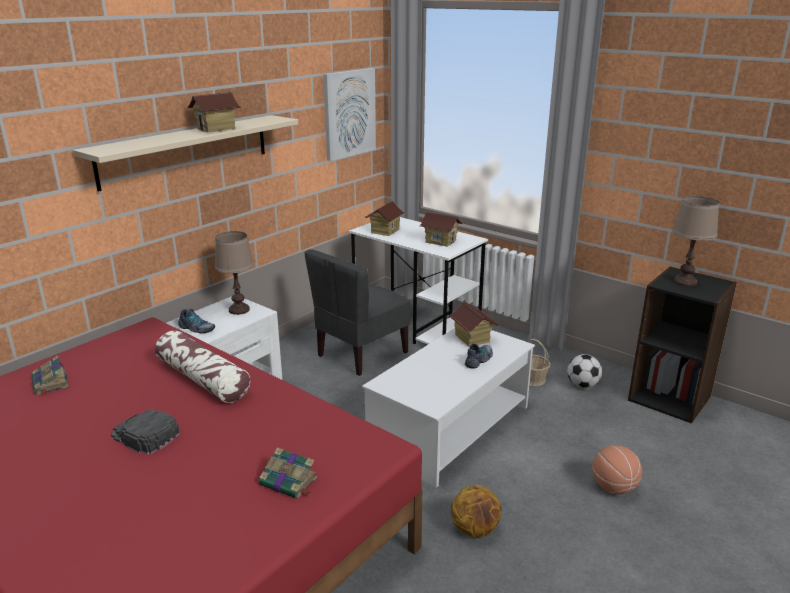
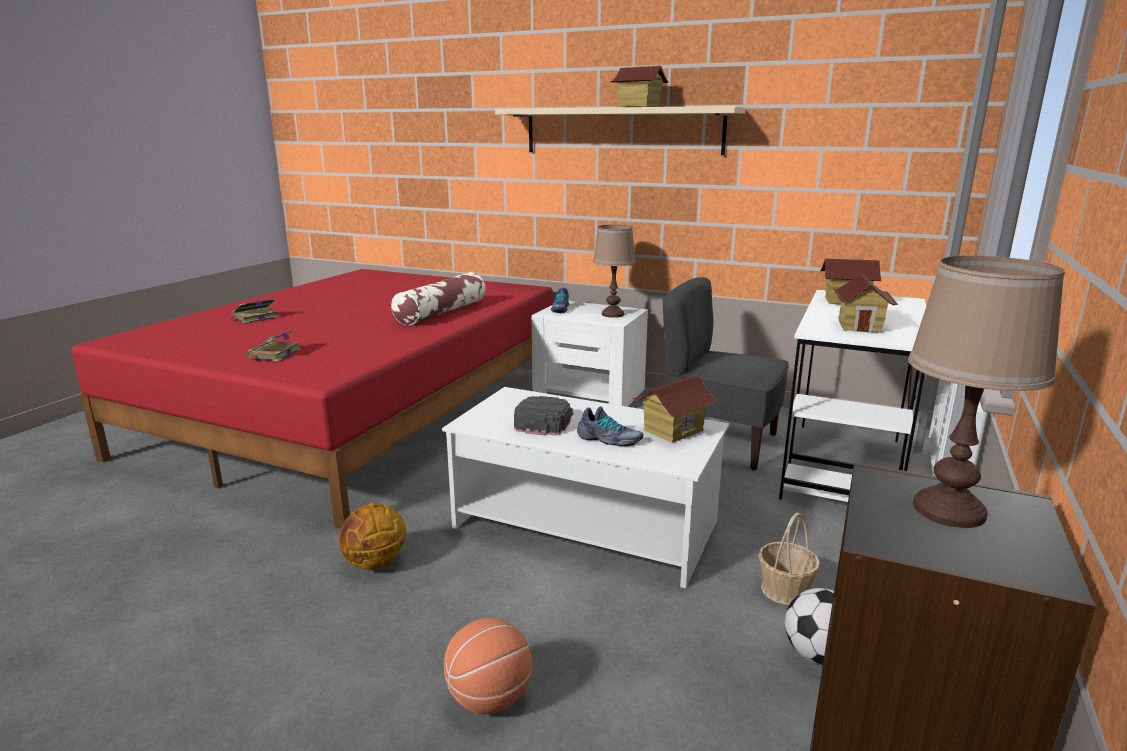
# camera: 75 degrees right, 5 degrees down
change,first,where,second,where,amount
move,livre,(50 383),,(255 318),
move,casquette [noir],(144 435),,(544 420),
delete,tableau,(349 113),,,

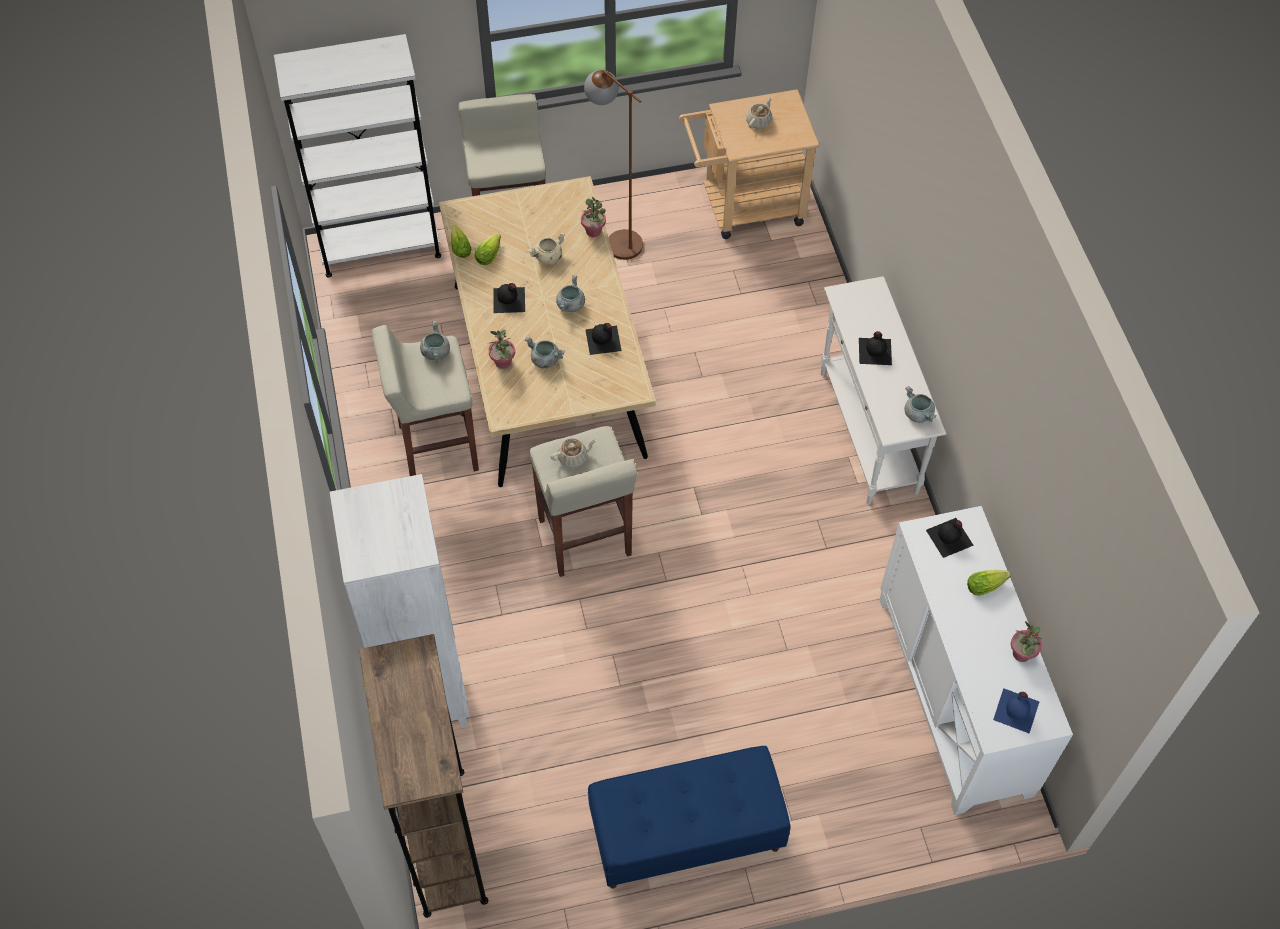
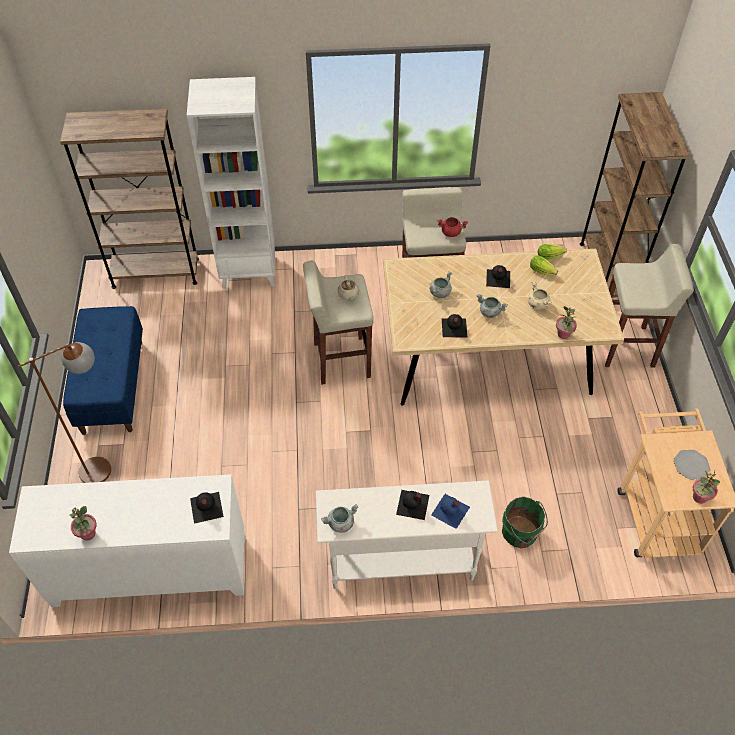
# camera: 100 degrees right, 5 degrees down
change,first,where,second,where,amount
move,lampadaire [marron],(615 238),,(106 466),
move,bouteille [bleu],(1017 710),,(450 511),
recolor,marmite [gris],(435 352),marmite [rouge],(451 232),
insert,,,seau [vert],(520 533),
recolor,bibliothèque [blanc],(380 248),bibliothèque [marron],(606 272),
replace,théière [beige],(759 121),assiette,(691 465),
move,plante en pot,(503 362),,(699 497),
delete,laitue,(987 585),,,

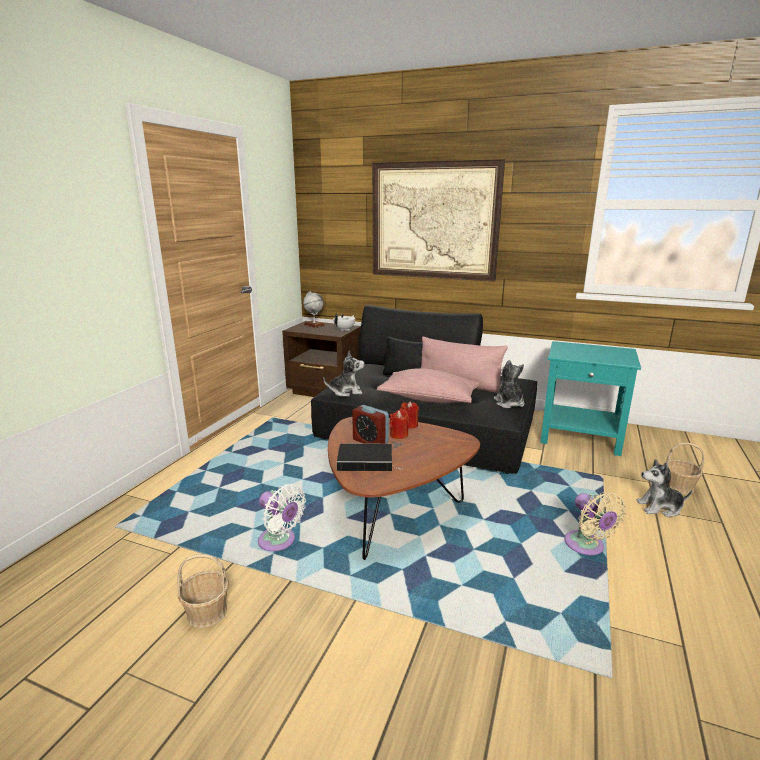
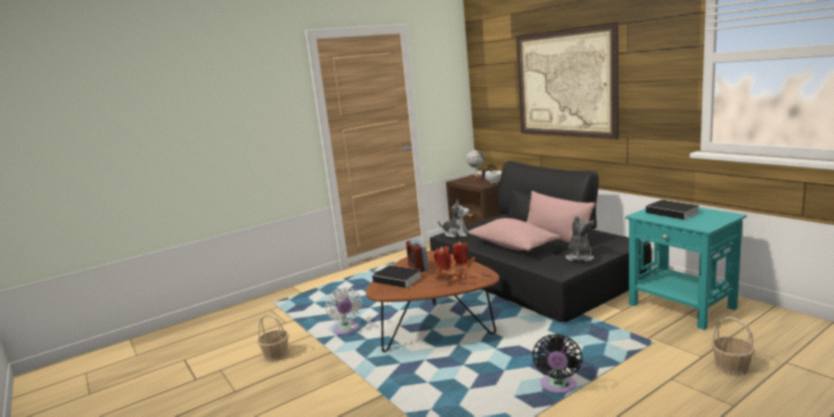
# camera: 35 degrees right, 5 degrees down
change,first,where,second,where,amount
insert,,,plante en pot,(450 279),
recolor,ventilateur [beige],(586 546),ventilateur [noir],(558 387),
insert,,,livre,(674 213),
delete,peluche,(660 508),,,

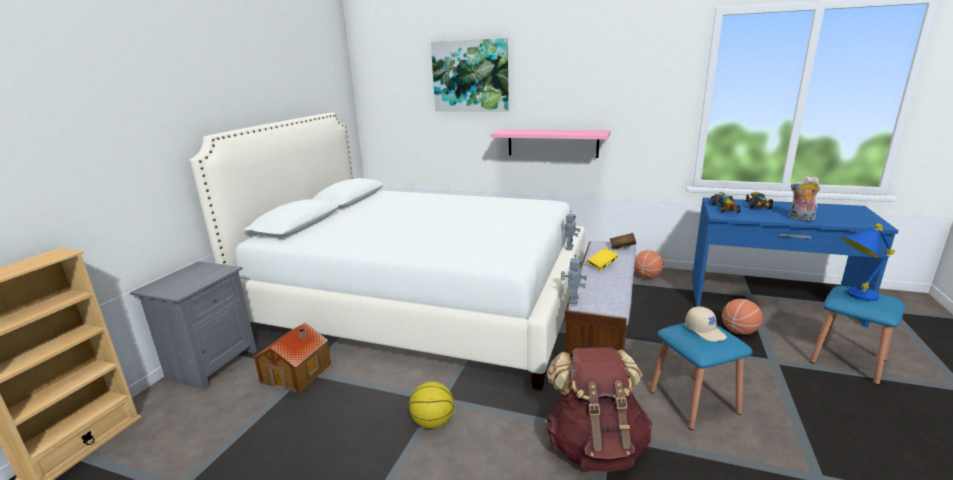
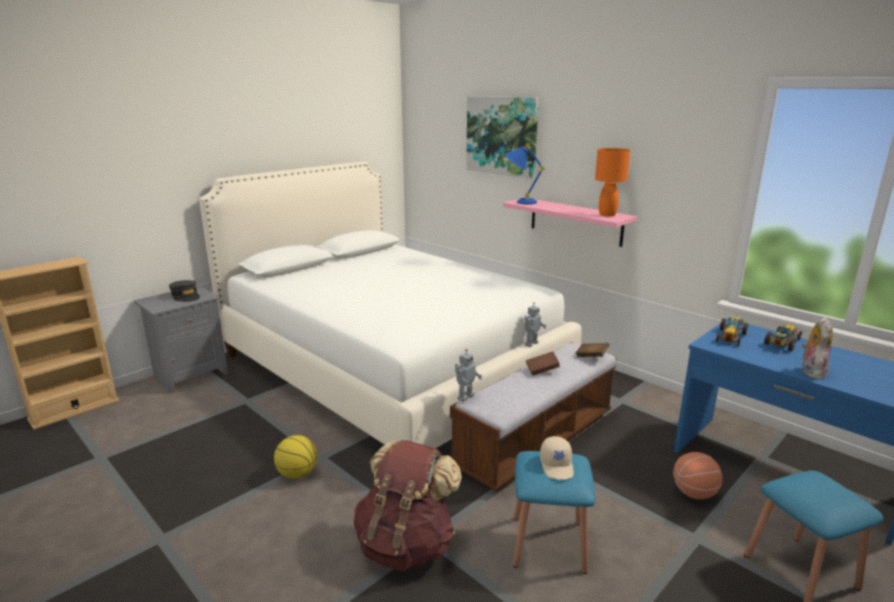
# camera: 25 degrees right, 0 degrees up
change,first,where,second,where,amount
insert,,,casquette [gris],(186 296),
move,lampe de table [bleu],(853 295),,(519 202),
recolor,livre [jaune],(602 265),livre [marron],(542 370),
insert,,,lampe de table [orange],(607 215),
rotate,peluche,(800 218),,(811 371),60 degrees clockwise
delete,maison miniature,(298 373),,,
delete,ballon de basket,(647 276),,,

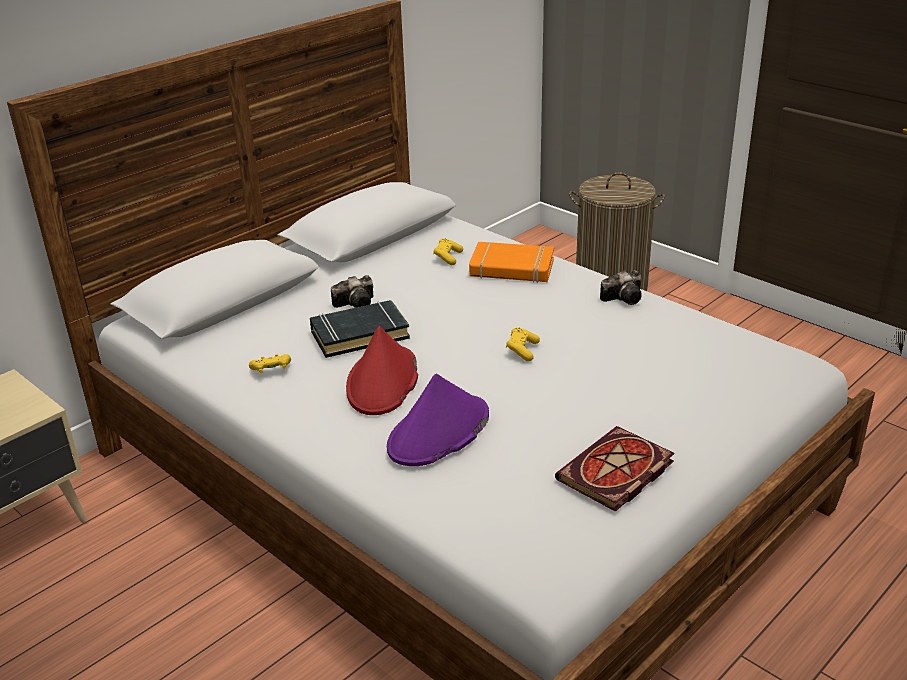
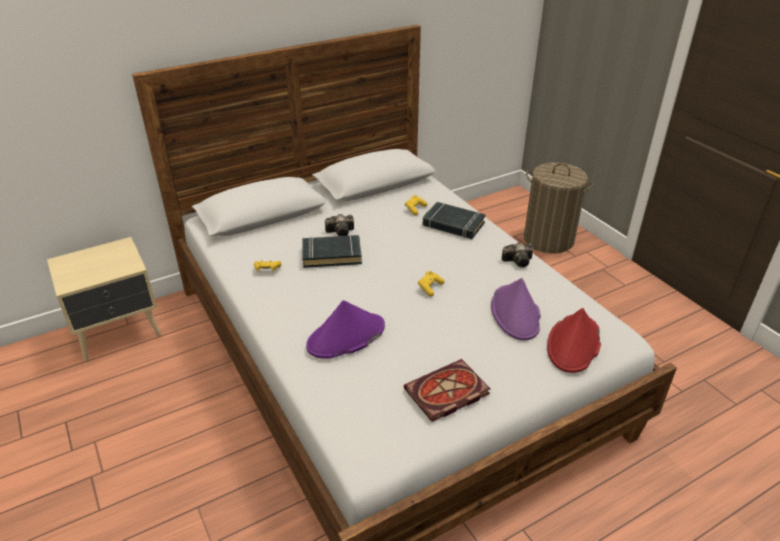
# camera: 15 degrees right, 5 degrees up
change,first,where,second,where,amount
recolor,livre [orange],(511 269),livre [noir],(453 224),
insert,,,chapeau [violet],(515 313),
move,chapeau [rouge],(383 382),,(573 344),

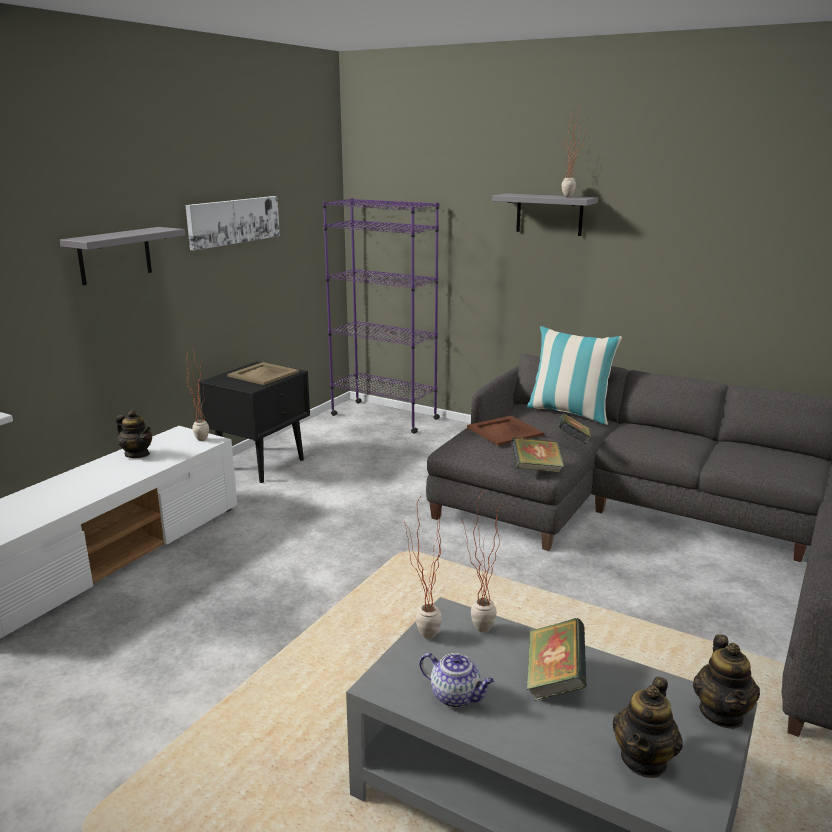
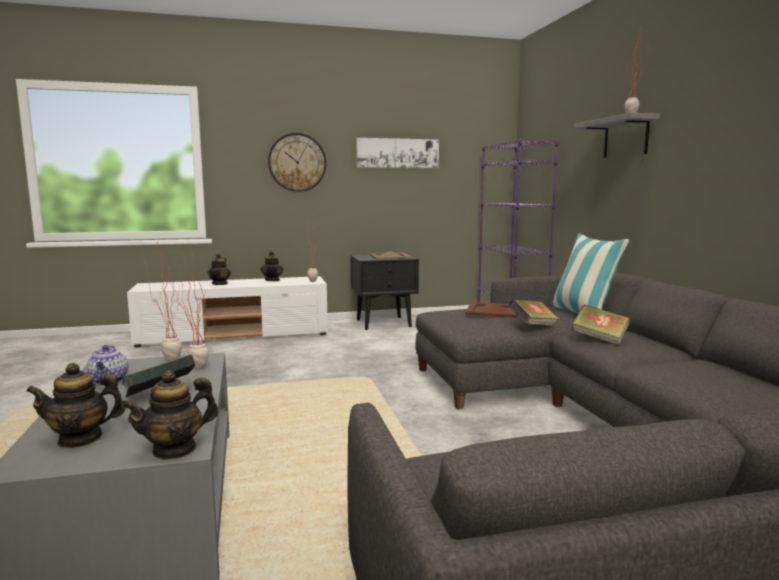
# camera: 45 degrees right, 10 degrees down
change,first,where,second,where,amount
insert,,,théière,(220 284),
replace,étagère [gris],(115 255),horloge murale,(297 162),
move,livre,(536 469),,(599 339),

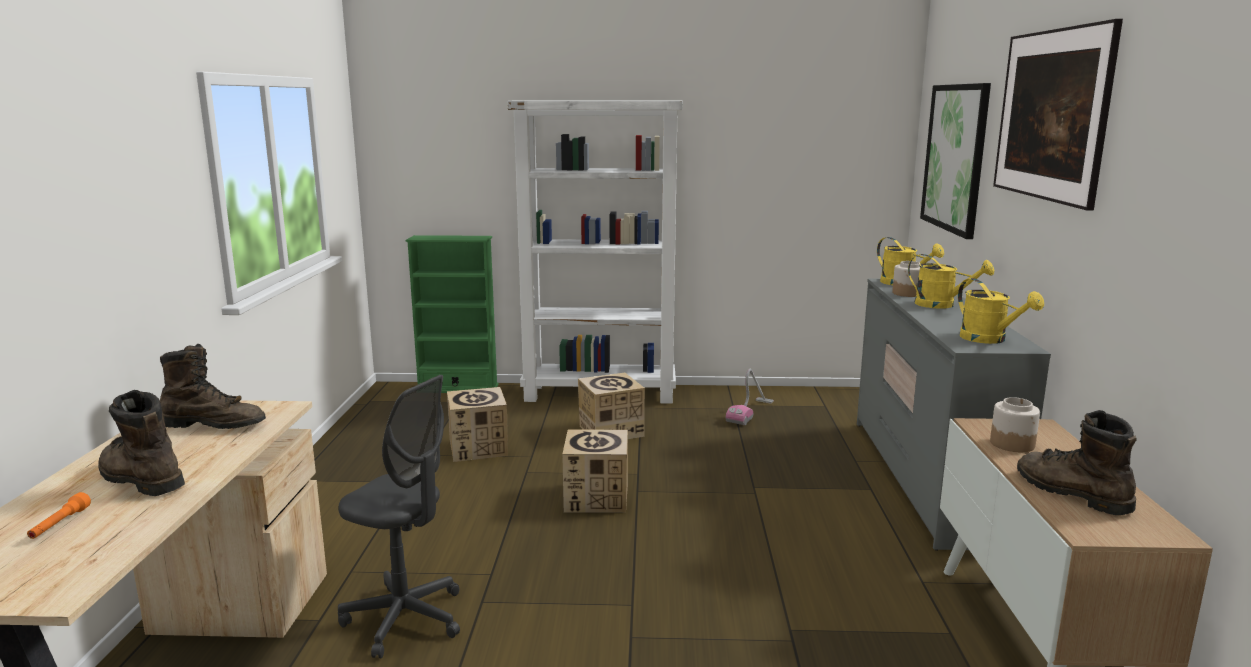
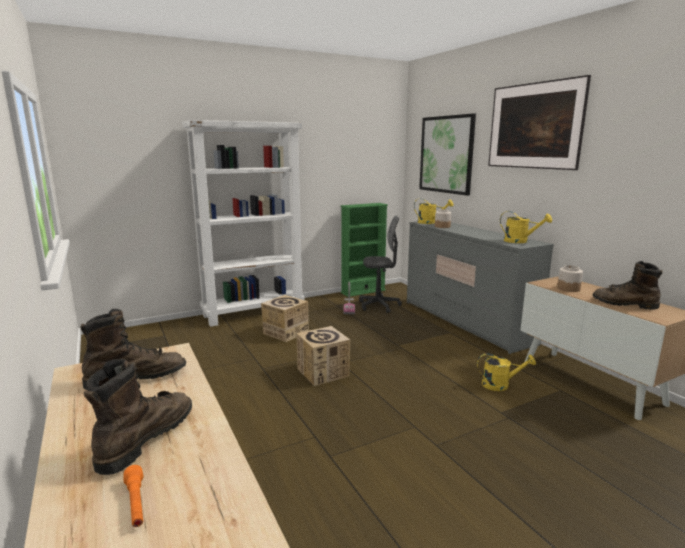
# camera: 30 degrees left, 0 degrees up
change,first,where,second,where,amount
rotate,botte [marron],(139 479),,(146 438),105 degrees clockwise
move,bibliothèque [vert],(458 388),,(363 291),
move,chaise de bureau [gris],(405 619),,(379 306),
move,arrosoir [jaune],(942 305),,(500 385),
delete,carton,(478 448),,,

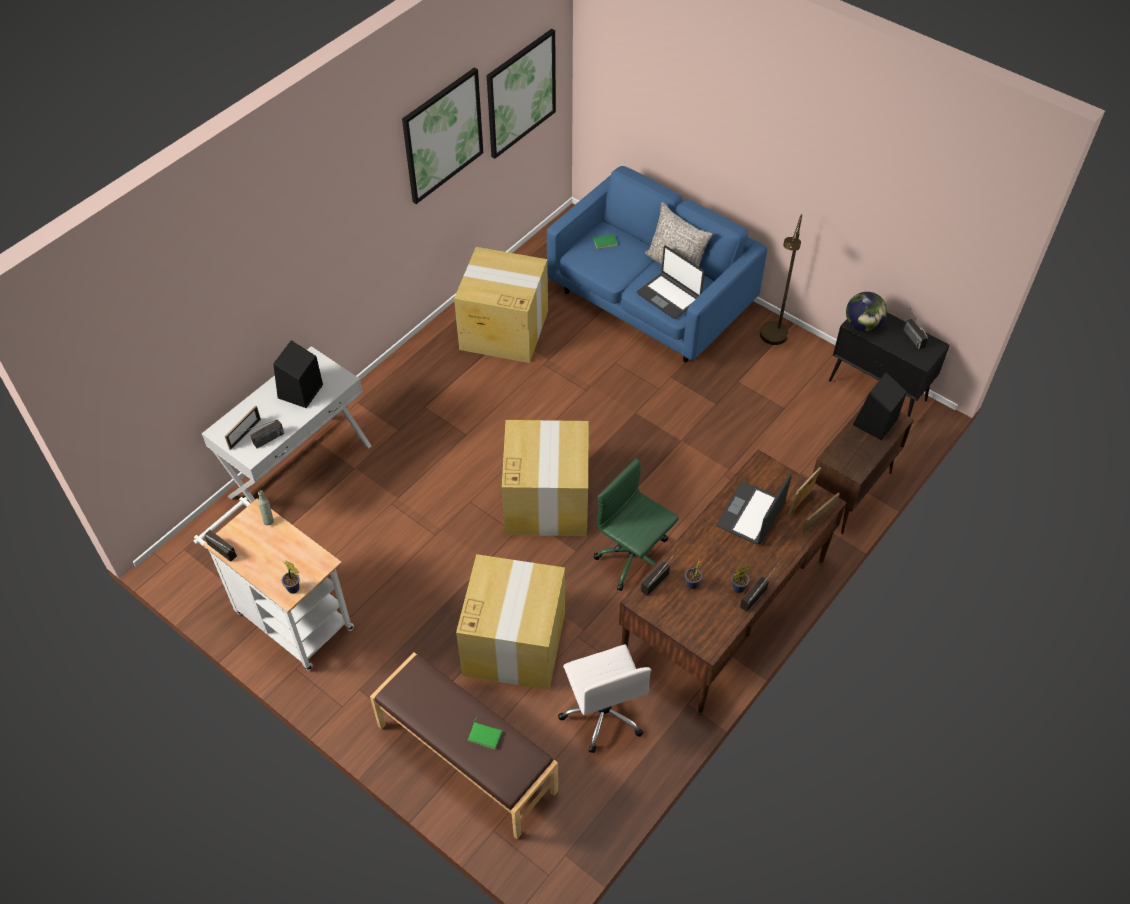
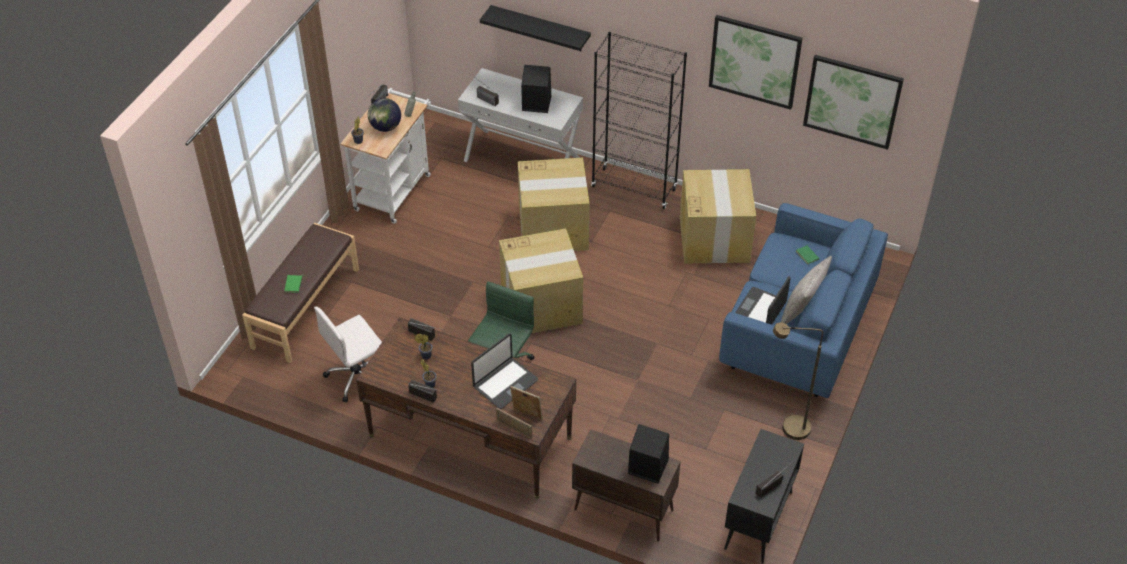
# camera: 75 degrees right, 5 degrees down
change,first,where,second,where,amount
move,globe,(862 325),,(385 127),
rotate,ordinateur portable,(751 514),,(505 383),120 degrees clockwise
insert,,,étagère [noir],(540 29),
move,carton,(514 642),,(554 228),
insert,,,bibliothèque [noir],(634 188),
delete,cadre photo,(245 434),,,

